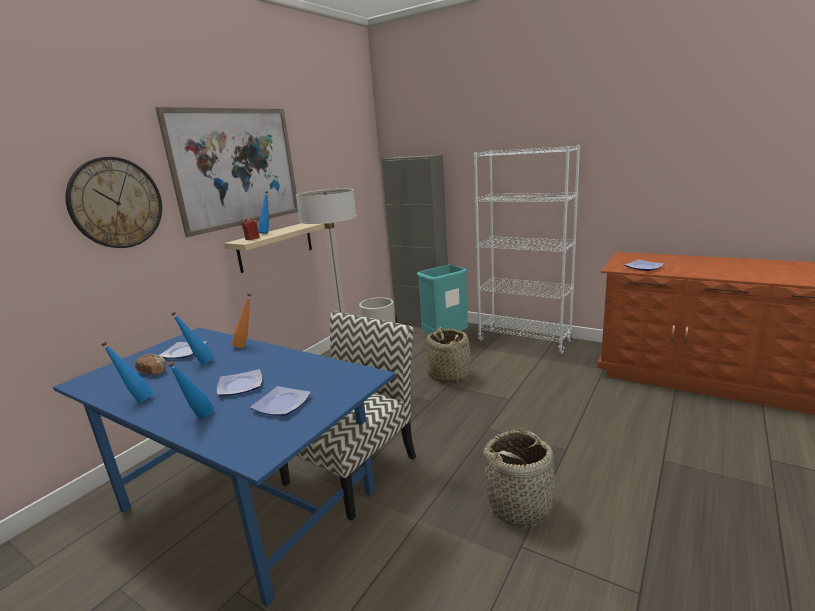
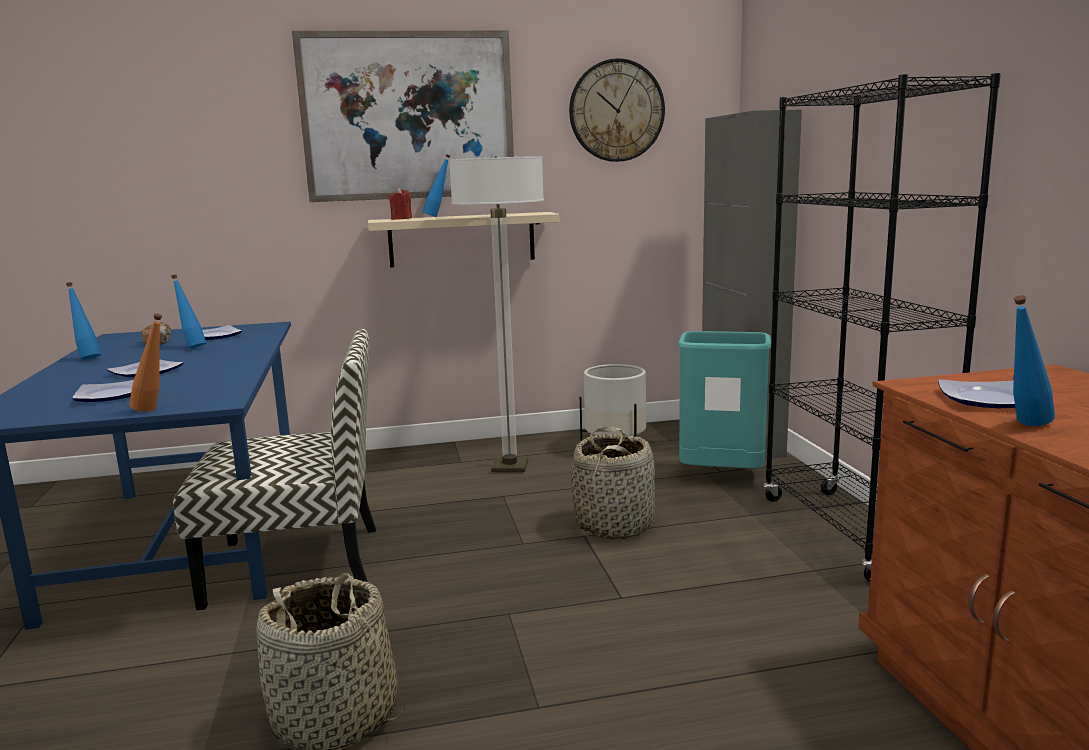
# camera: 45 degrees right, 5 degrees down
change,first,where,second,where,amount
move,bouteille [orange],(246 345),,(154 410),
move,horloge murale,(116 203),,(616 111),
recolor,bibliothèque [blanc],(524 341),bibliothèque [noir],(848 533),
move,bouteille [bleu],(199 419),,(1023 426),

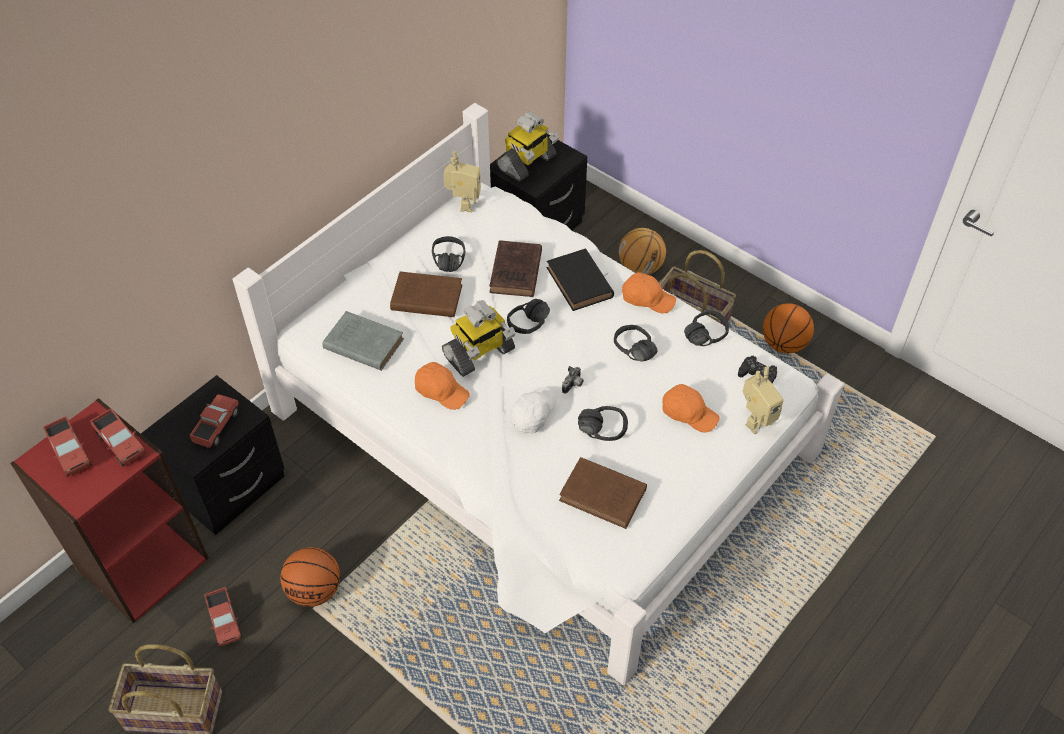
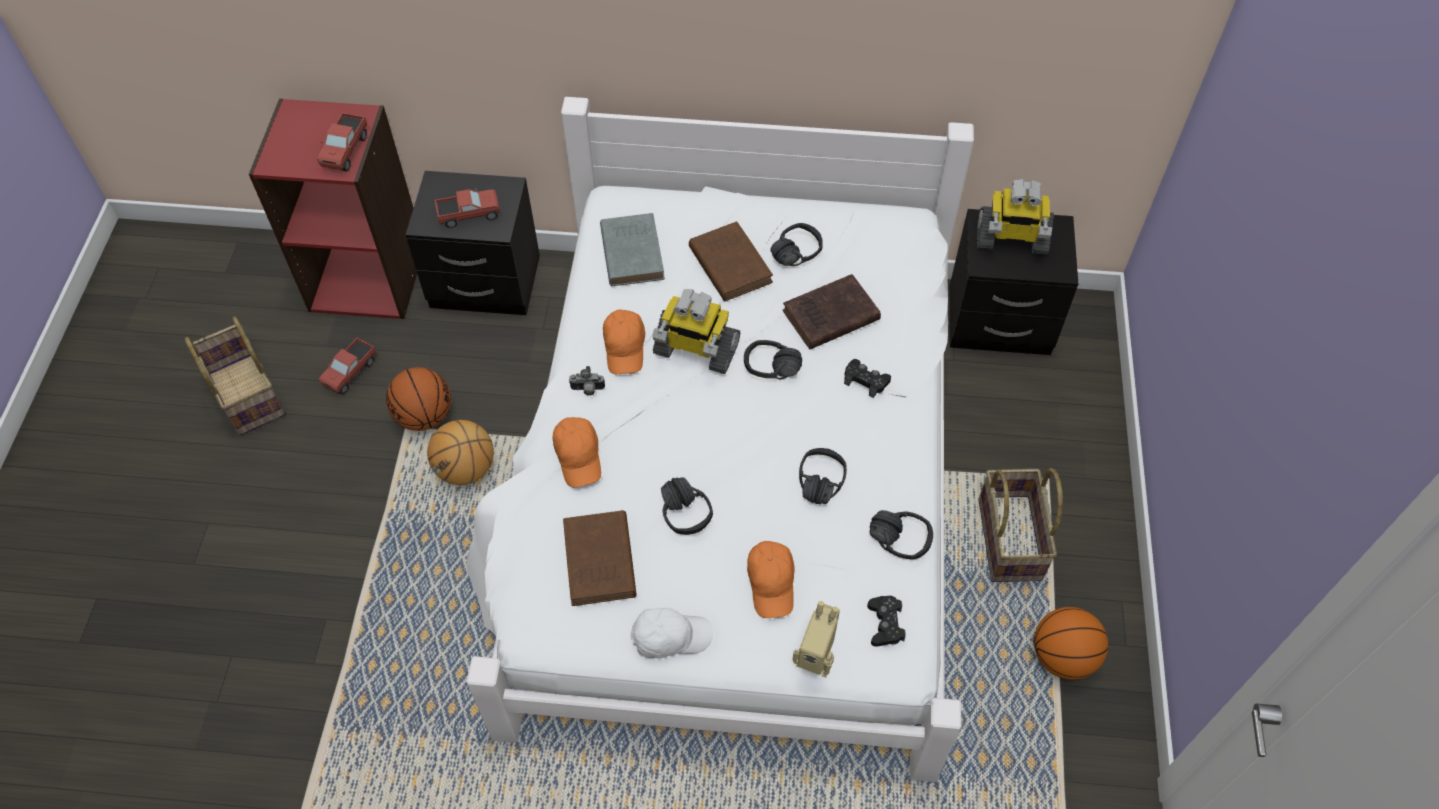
# camera: 55 degrees right, 5 degrees up
change,first,where,second,where,amount
move,ballon de basket,(640 267),,(466 469),
move,casquette [orange],(647 299),,(579 456),
move,appareil photo,(573 385),,(587 390),
move,casquette [blanc],(533 414),,(670 637),
replace,livre [noir],(580 284),manette [noir],(865 381),
delete,camion jouet,(70 453),,,
delete,robot jouet,(463 204),,,

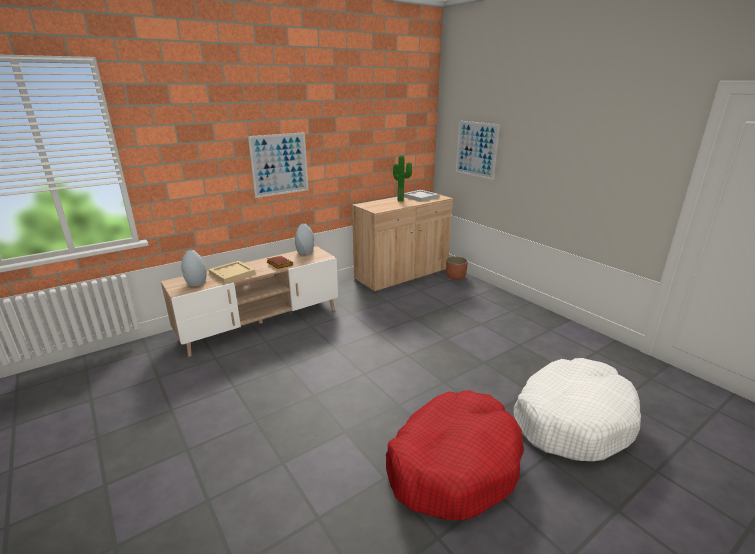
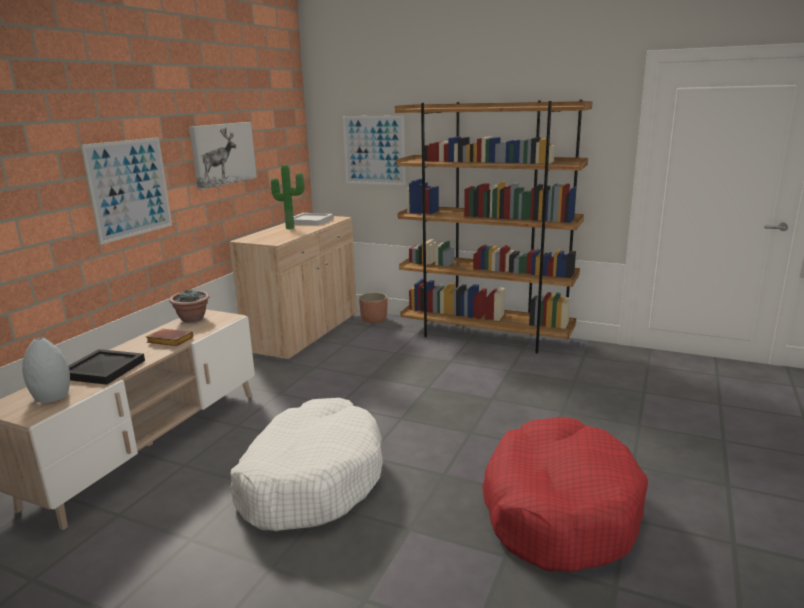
# camera: 30 degrees left, 5 degrees down
change,first,where,second,where,amount
recolor,plateau [beige],(231 273),plateau [noir],(102 370),
replace,vase [gris],(305 252),plante en pot,(192 319),
insert,,,tableau,(223 154),
move,panier pour chien [blanc],(571 419),,(310 480),
insert,,,bibliothèque [marron],(486 336),

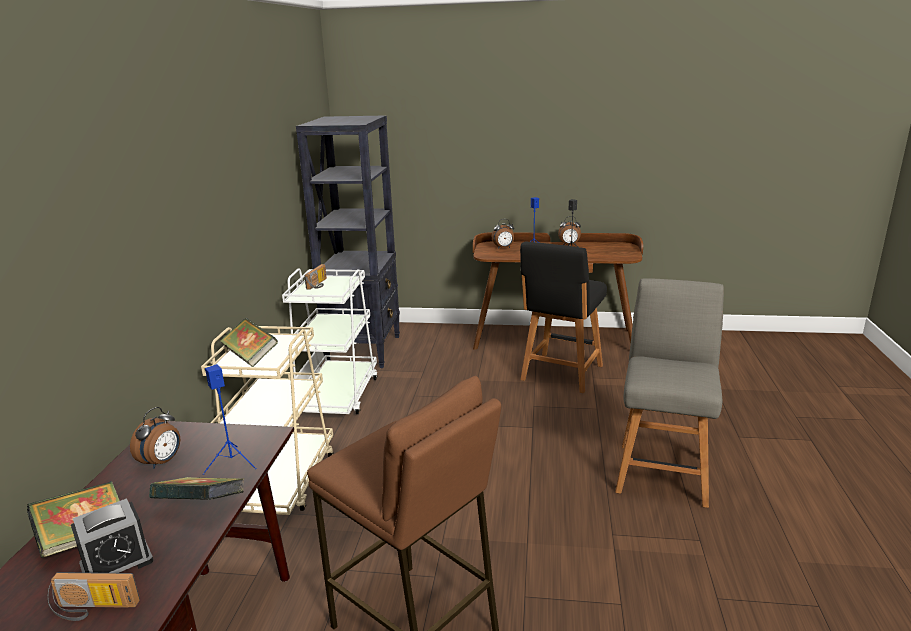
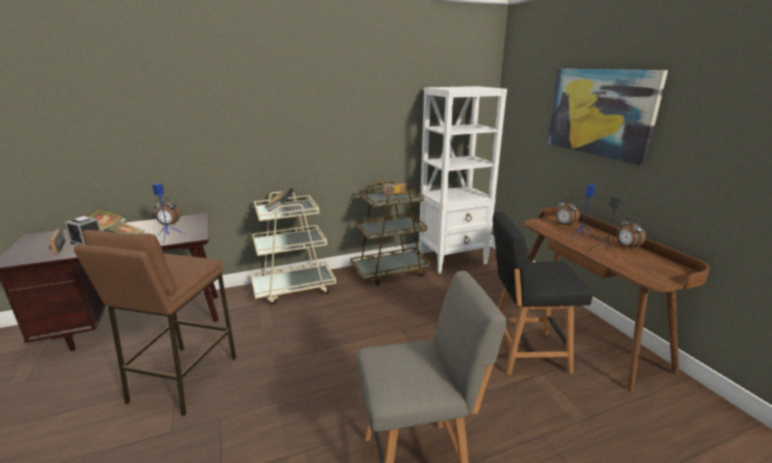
# camera: 60 degrees right, 0 degrees up
change,first,where,second,where,amount
recolor,chariot [blanc],(337 396),chariot [marron],(390 271),
recolor,bibliothèque [noir],(364 350),bibliothèque [blanc],(453 259),
insert,,,tableau,(599 112),

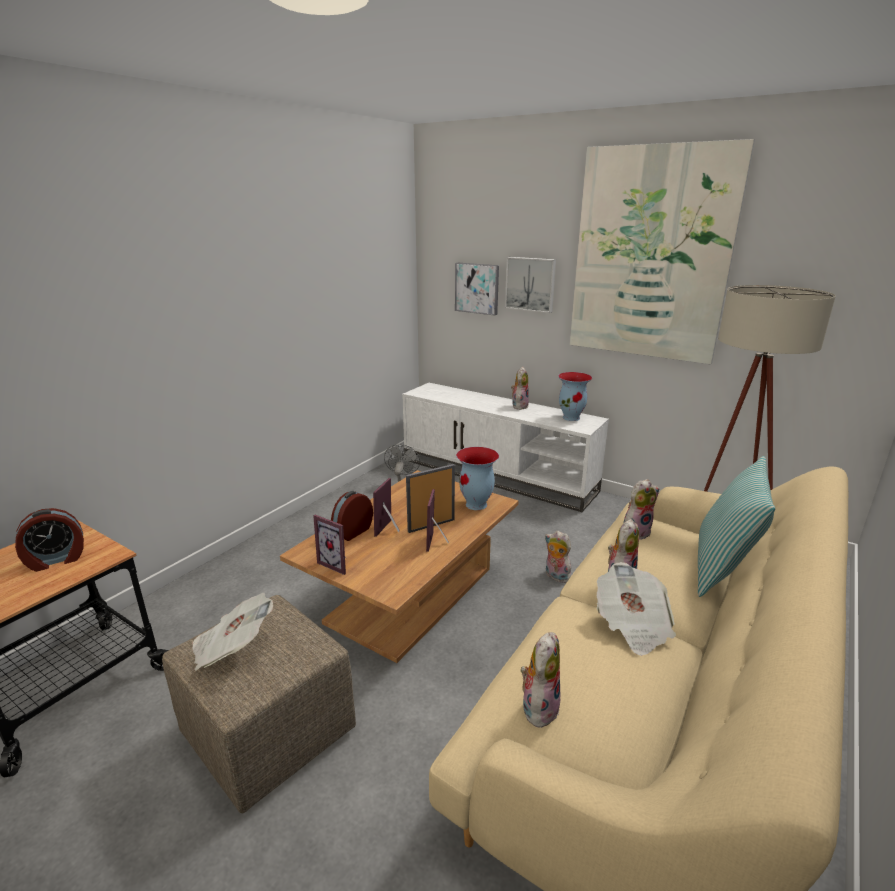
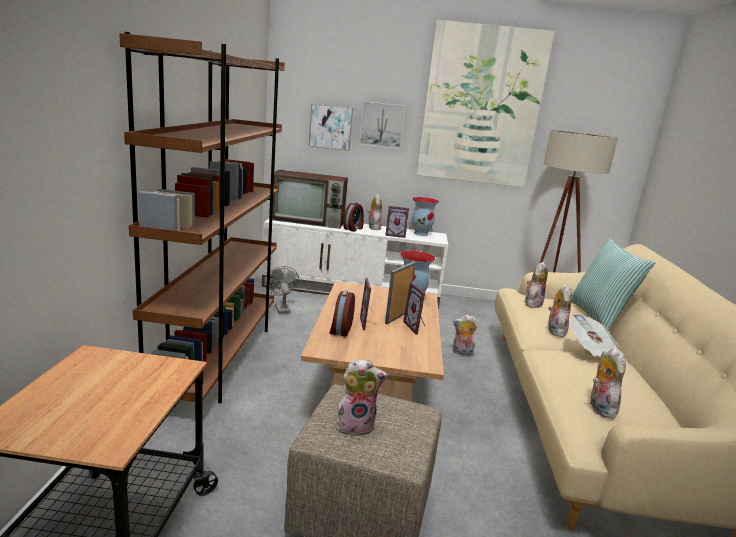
# camera: 30 degrees left, 5 degrees down
change,first,where,second,where,amount
insert,,,bibliothèque [marron],(218 358),
insert,,,téléviseur,(309 221),
replace,journal,(233 648),peluche,(356 425),
move,réveil,(56 560),,(353 228),
move,cadre photo,(337 563),,(395 235),

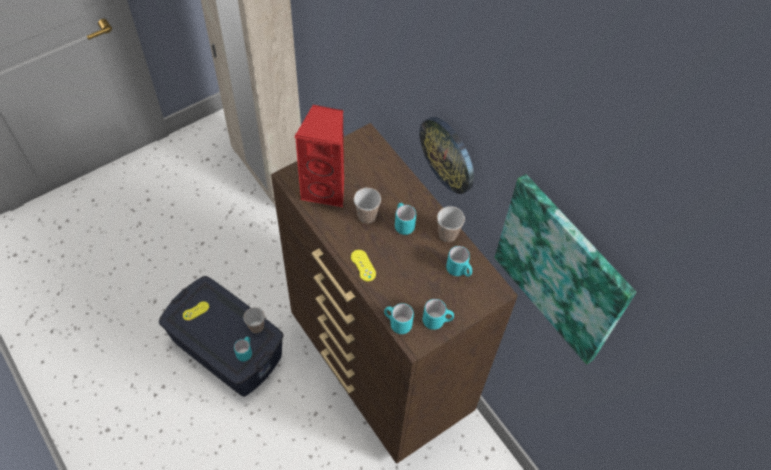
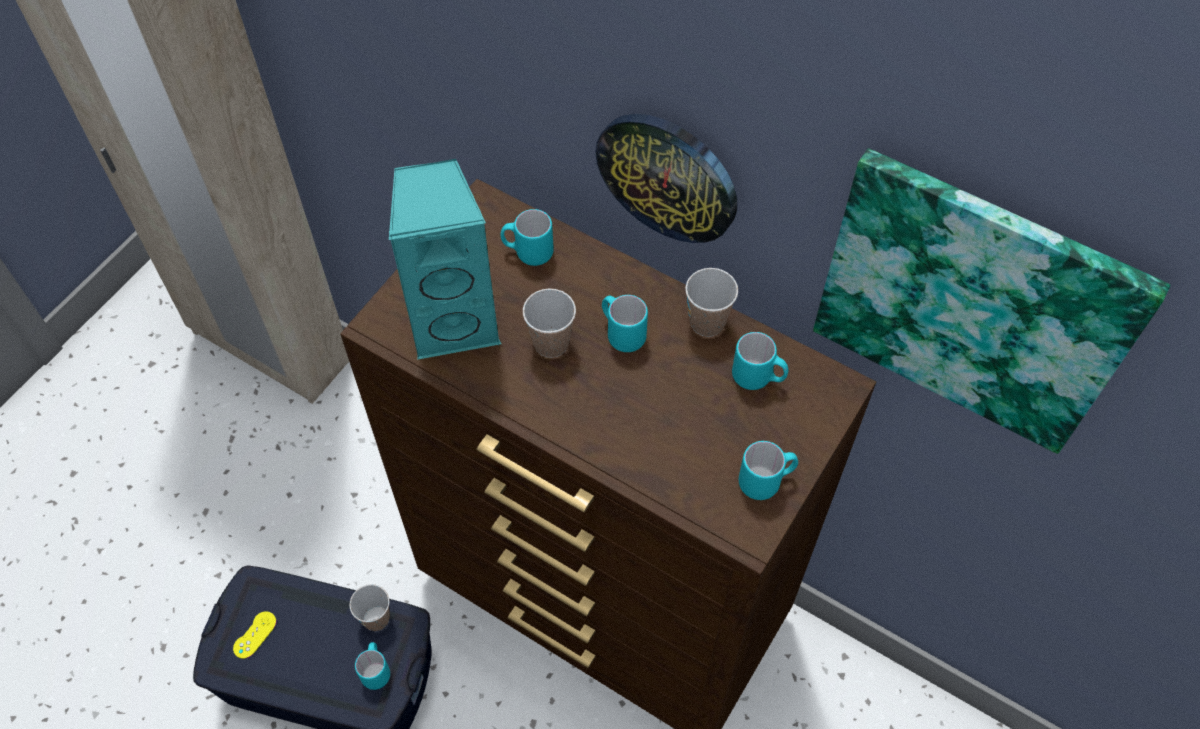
# camera: 20 degrees left, 0 degrees up
change,first,where,second,where,amount
recolor,enceinte [rouge],(326 188),enceinte [turquoise],(455 322),
move,mug [turquoise],(397 323),,(527 252),
delete,manette [jaune],(363 265),,,

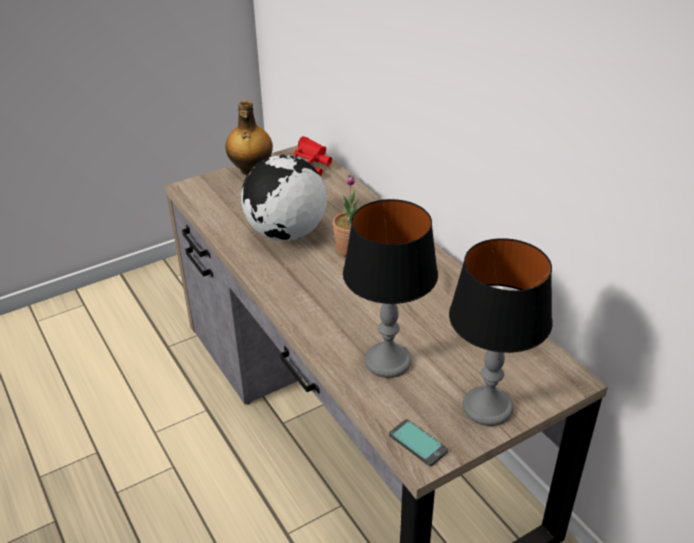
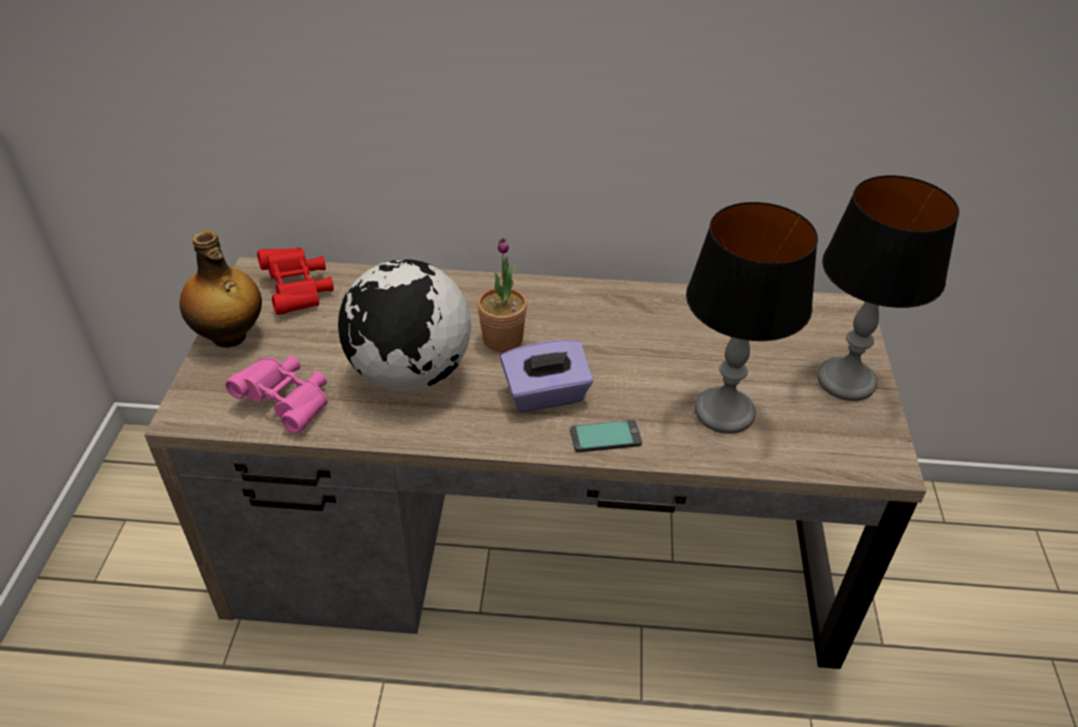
# camera: 55 degrees left, 5 degrees up
change,first,where,second,where,amount
insert,,,jumelles [rose],(287 403),
insert,,,boîte à mouchoirs [violet],(546 395),
move,téléphone,(418 443),,(605 437),

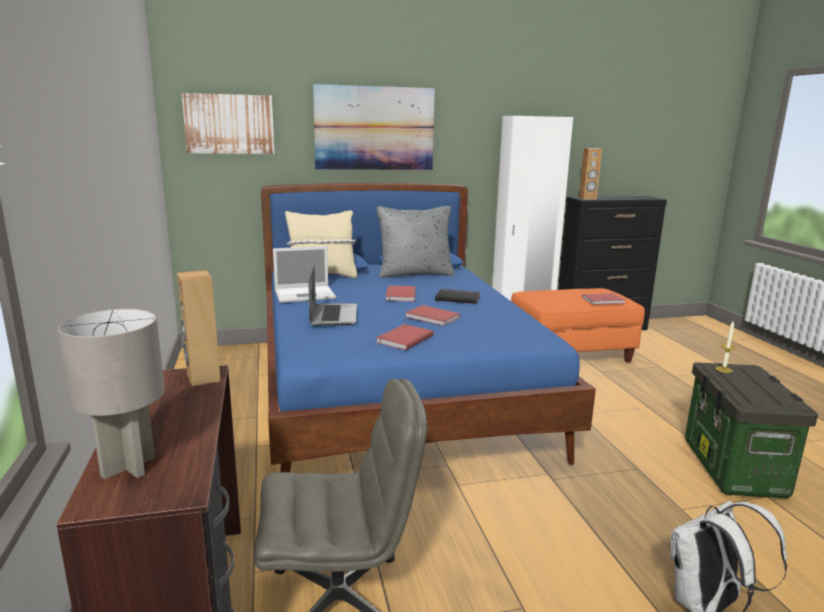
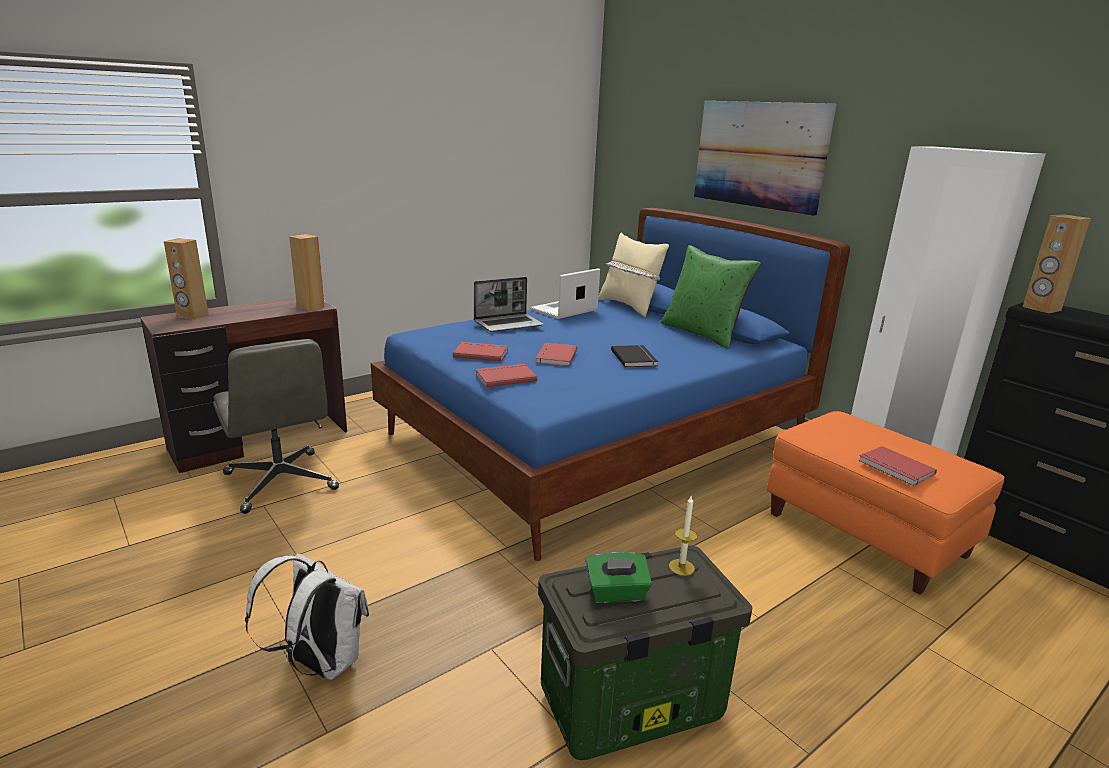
# camera: 65 degrees right, 5 degrees up
change,first,where,second,where,amount
replace,lampe de table [gris],(129 466),enceinte [marron],(192 315),
move,livre [rouge],(399 295),,(505 377),
rotate,ordinateur portable,(306 294),,(563 310),90 degrees clockwise
insert,,,boîte à mouchoirs [vert],(616 593),
recolor,coussin [gris],(415 274),coussin [vert],(702 333),
delete,tableau,(229 124),,,

